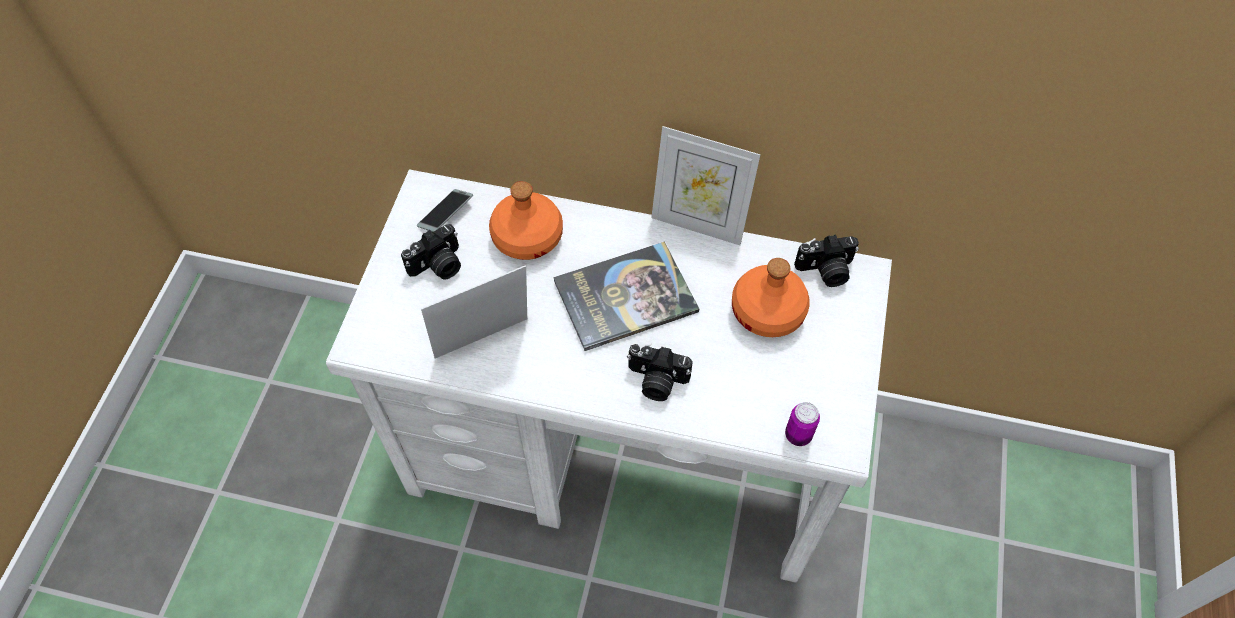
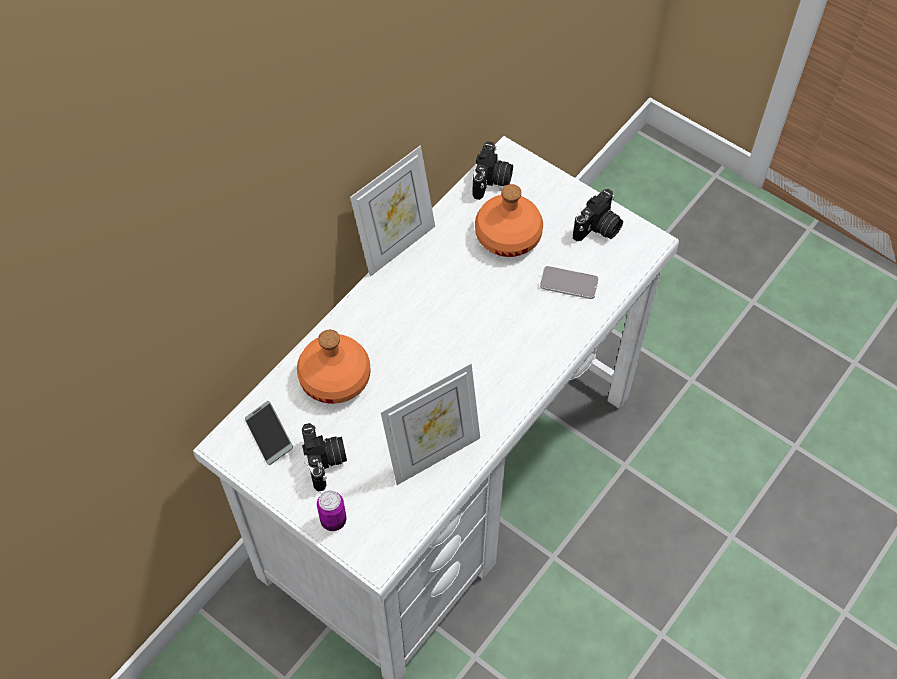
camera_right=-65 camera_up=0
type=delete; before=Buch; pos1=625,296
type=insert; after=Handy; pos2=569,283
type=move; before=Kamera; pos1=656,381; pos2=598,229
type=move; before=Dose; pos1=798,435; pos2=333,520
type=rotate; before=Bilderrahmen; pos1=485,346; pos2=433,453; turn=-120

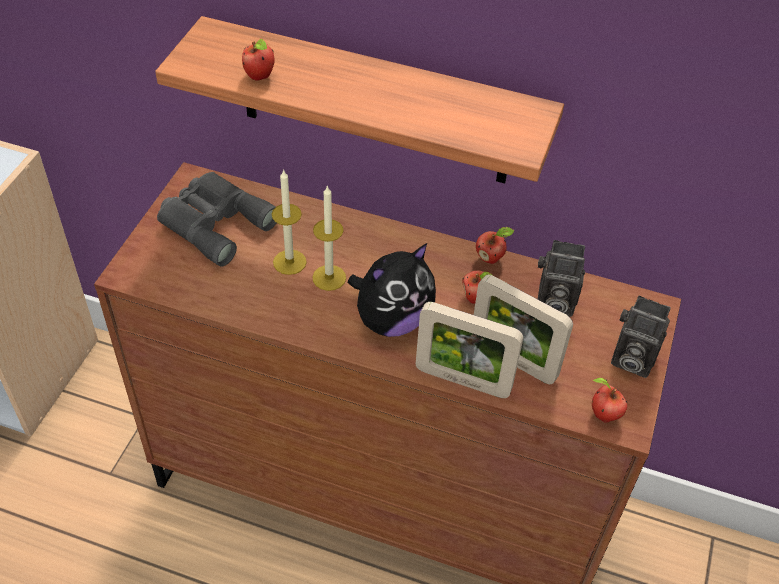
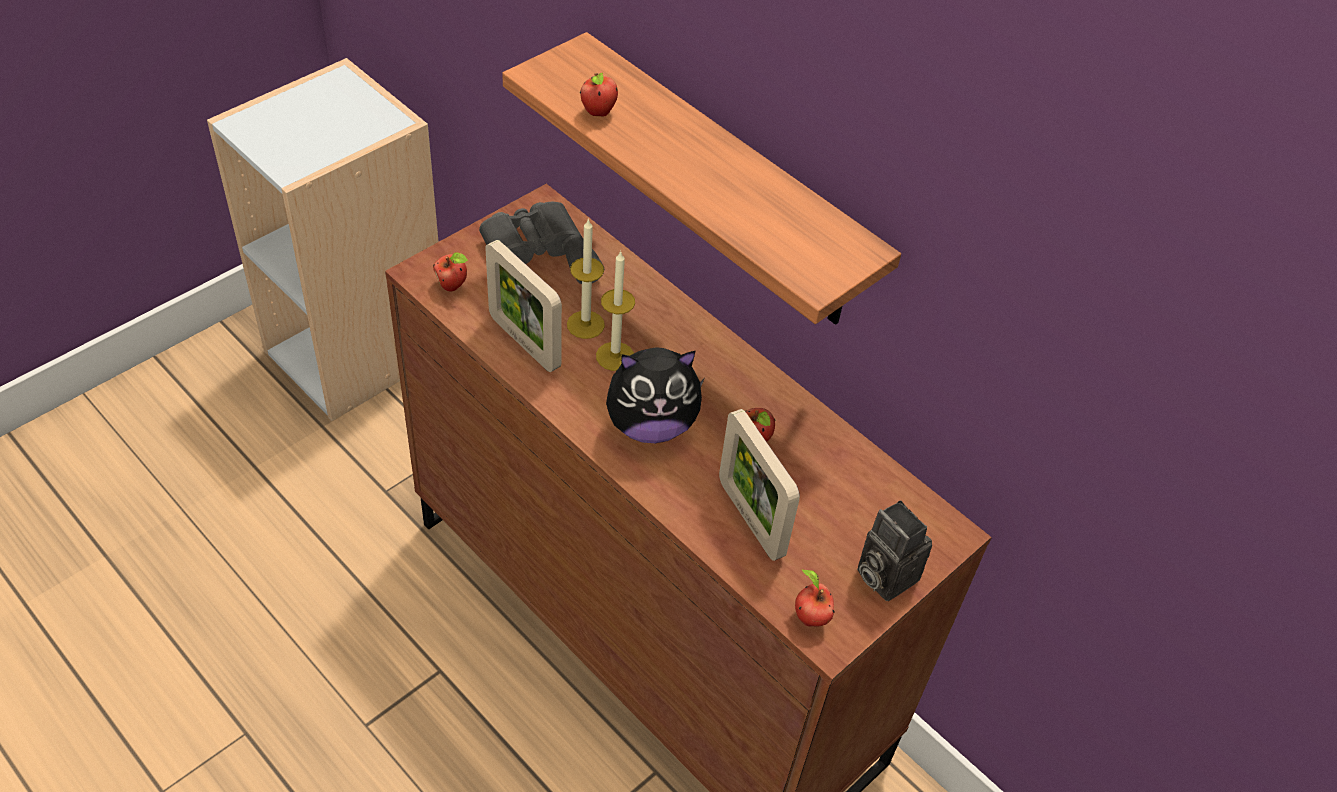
camera_right=25 camera_up=0
type=delete; before=Kamera; pos1=553,302
type=move; before=Bilderrahmen; pos1=462,380; pos2=524,342
type=move; before=Apfel; pos1=491,258; pos2=453,286

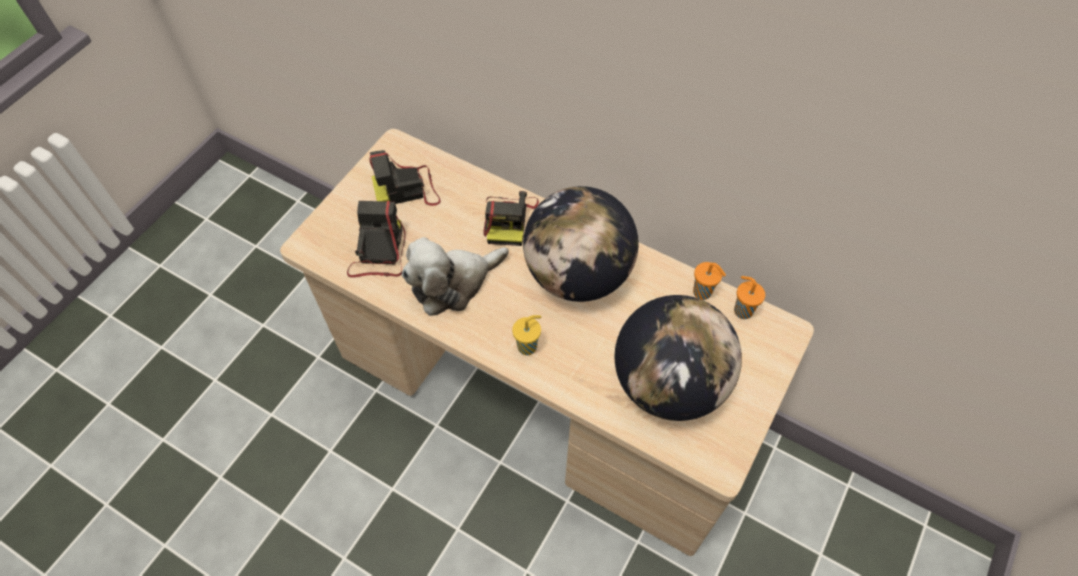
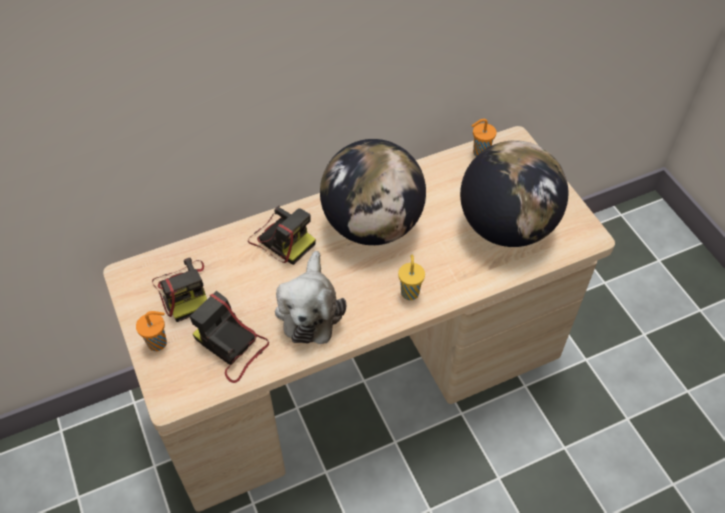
camera_right=-55 camera_up=-5
type=move; before=Tasse/orange; pos1=703,293; pos2=158,343
type=rotate; before=Kamera; pos1=407,189; pos2=184,291; turn=-45

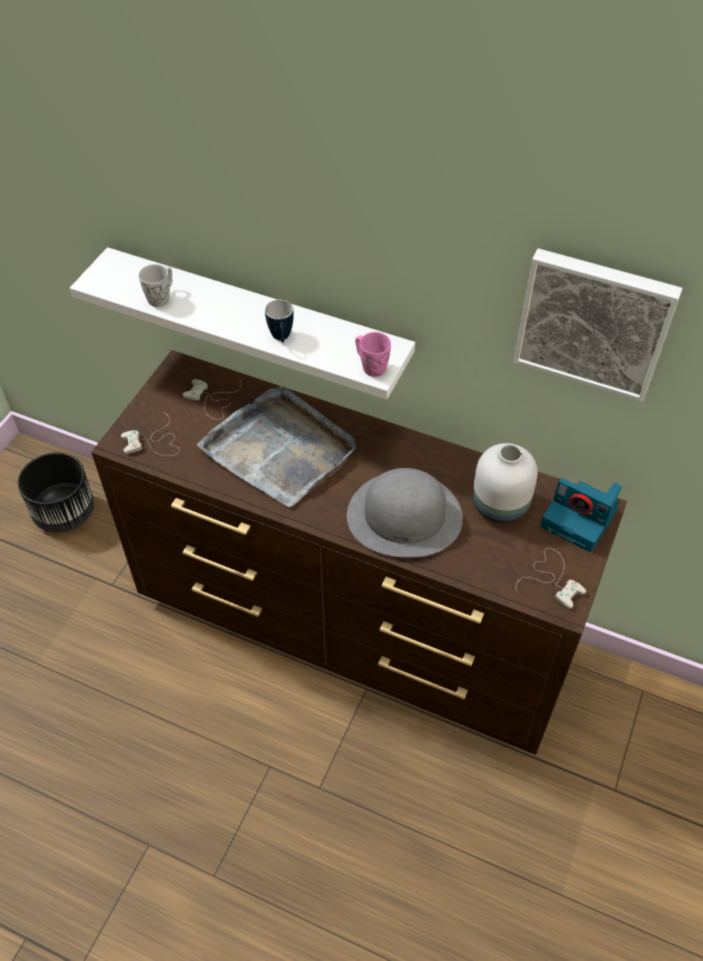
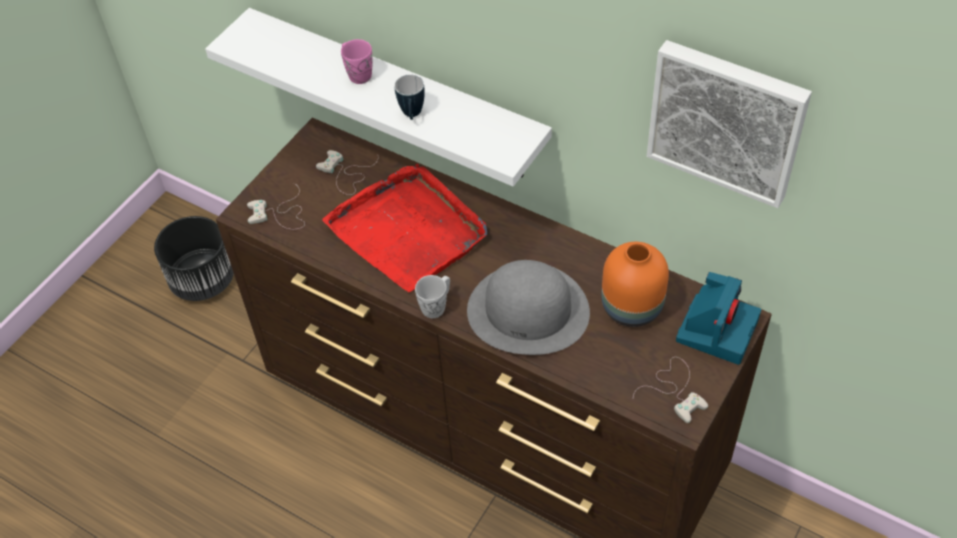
camera_right=10 camera_up=0
type=move; before=Henkelbecher/weiß; pos1=161,297; pos2=436,305
type=move; before=Henkelbecher/rosa; pos1=370,366; pos2=357,73
type=recolor; before=Tablett/grau; after=Tablett/rot; pos1=280,449; pos2=408,230
type=recolor; before=Vase/weiß; after=Vase/orange; pos1=498,504; pos2=630,306
type=rotate; before=Kamera; pos1=580,518; pos2=717,328; turn=-105

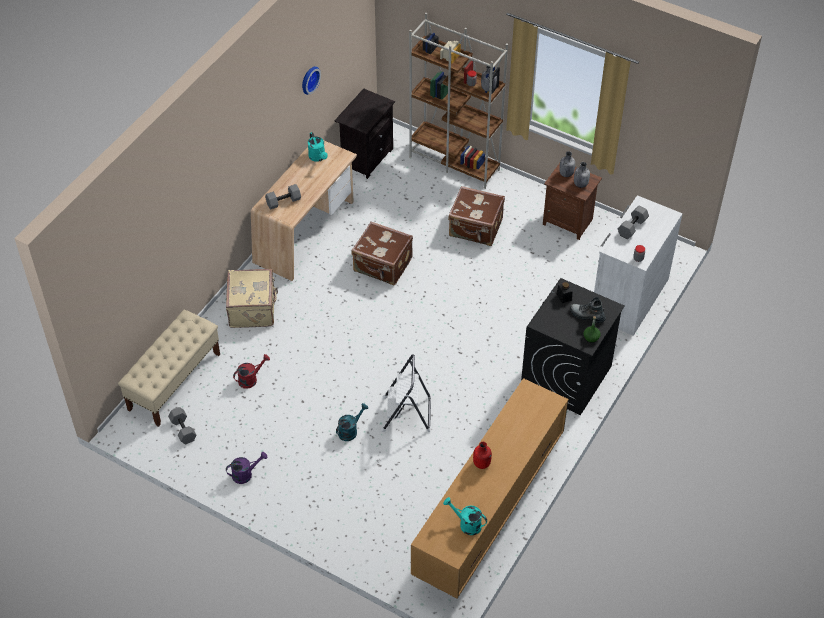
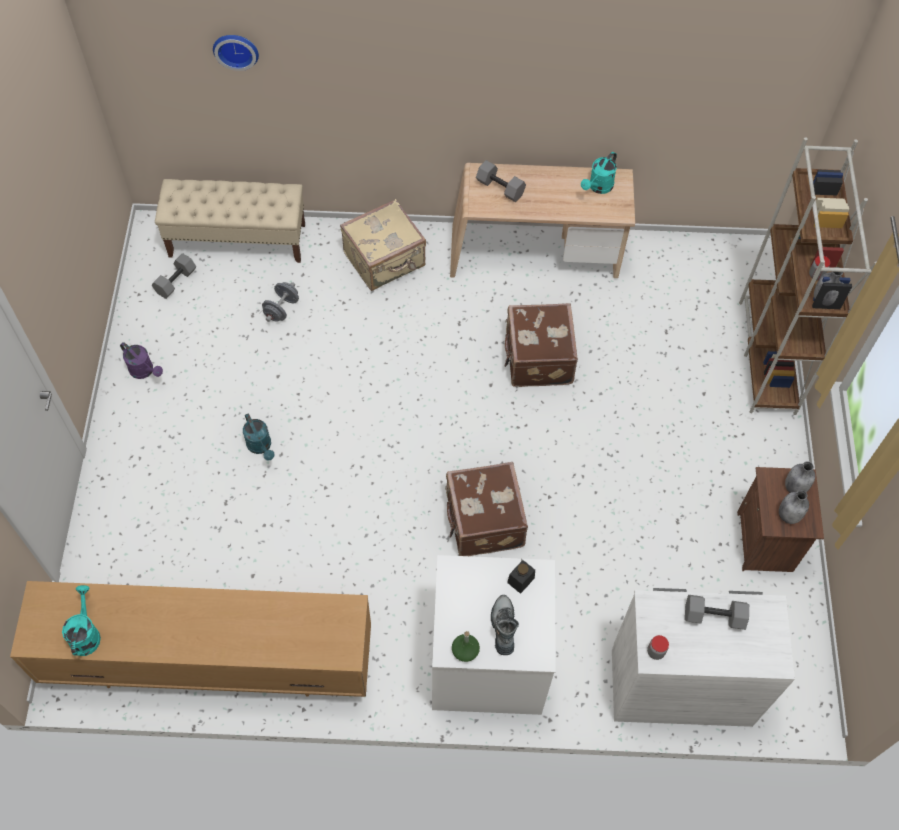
camera_right=60 camera_up=10
type=delete; before=Nachttisch/schwarz; pos1=366,157
type=delete; before=Trittleiter/weiß; pos1=408,414
type=delete; before=Flasche/rot; pos1=482,464
type=move; before=Wanduhr; pos1=309,79; pos2=236,49
type=move; before=Koffer/braun; pos1=475,228; pos2=483,521
type=replace; before=Gießkanne/rot; after=Hantel/grau; pos1=251,379; pos2=281,309
type=recolor; before=Waschmaschine/schwarz; after=Waschmaschine/weiß; pos1=566,377; pos2=486,662
type=rotate; before=Gießkanne/türkis; pos1=350,430; pos2=261,447; turn=45

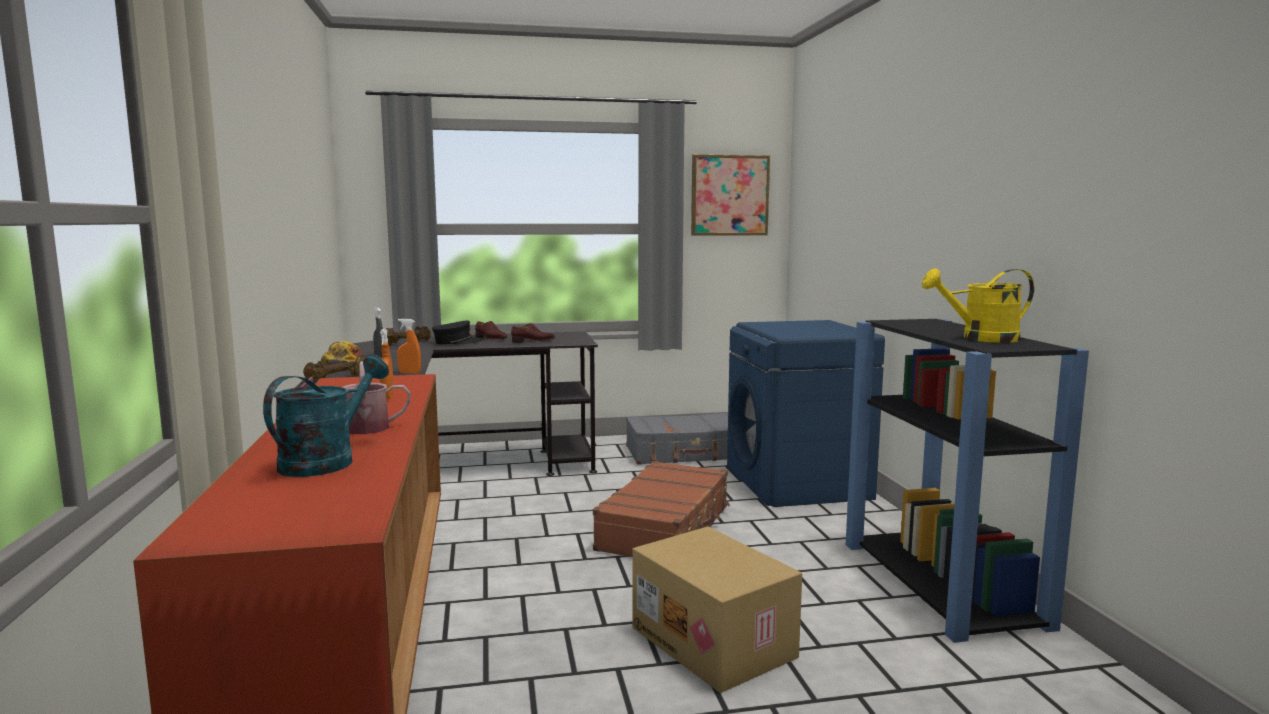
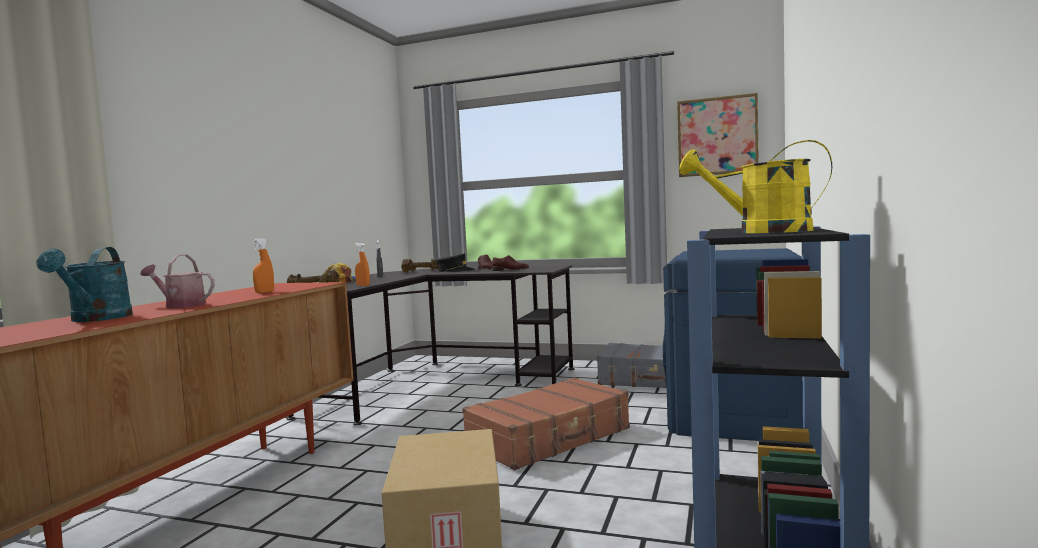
camera_right=30 camera_up=-5
type=rotate; before=Gießkanne/türkis; pos1=327,460; pos2=96,319; turn=120

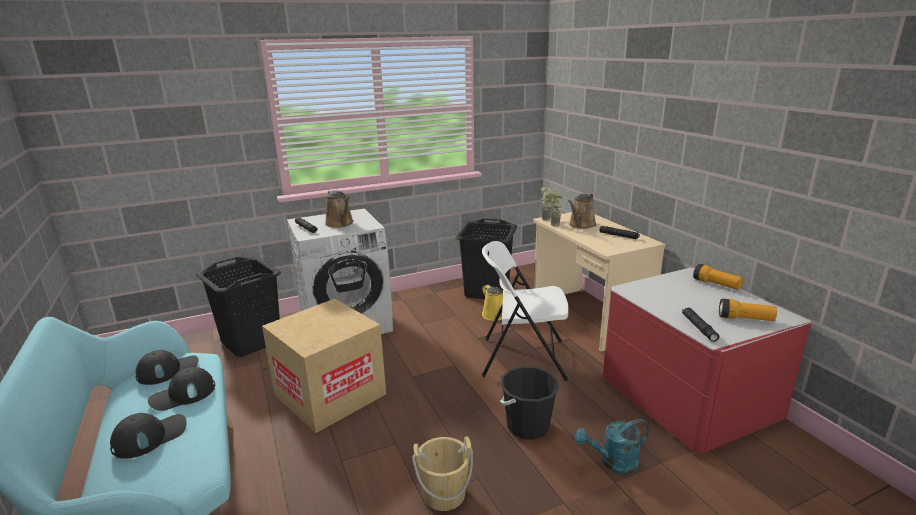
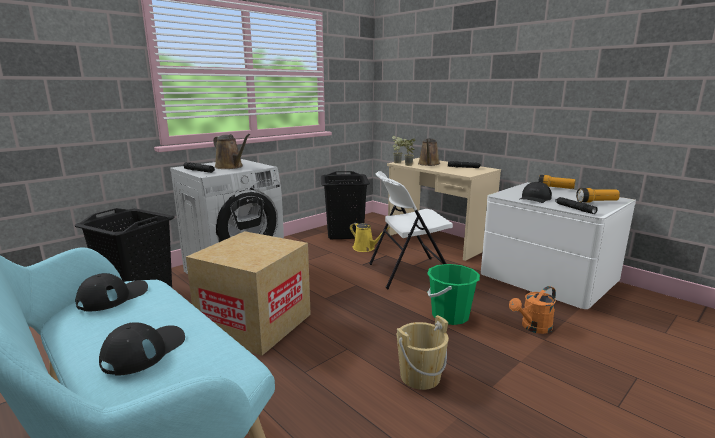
camera_right=-20 camera_up=-5
type=move; before=Kappe/schwarz; pos1=183,394; pos2=534,198
type=recolor; before=Eimer/schwarz; after=Eimer/grün; pos1=527,426; pos2=450,316
type=recolor; before=Gießkanne/türkis; after=Gießkanne/orange; pos1=613,463; pos2=533,327
type=recolor; before=Nachttisch/rot; after=Nachttisch/weiß; pos1=686,399; pos2=547,280

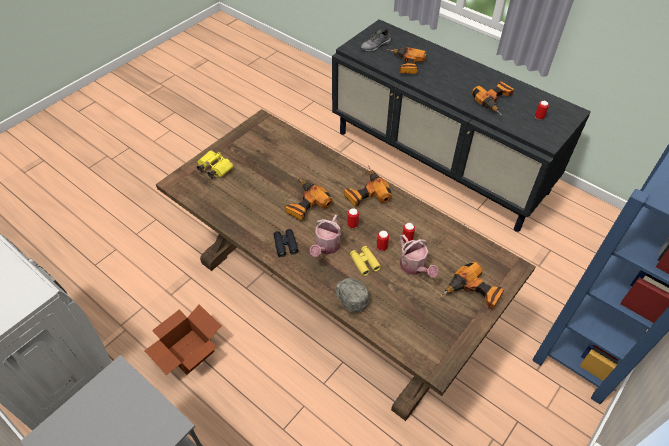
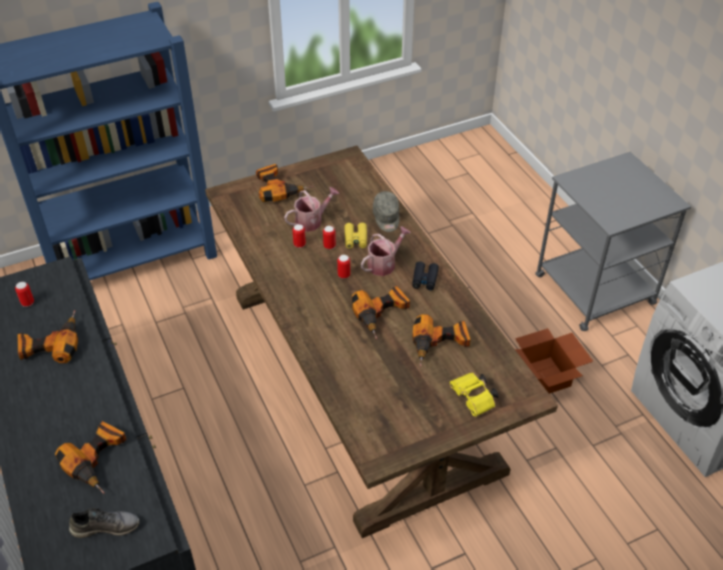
camera_right=-155 camera_up=-5
type=move; before=Bohrmaschine; pos1=365,192; pos2=440,345
type=rotate; before=Gießkanne; pos1=414,267; pos2=312,221; turn=60

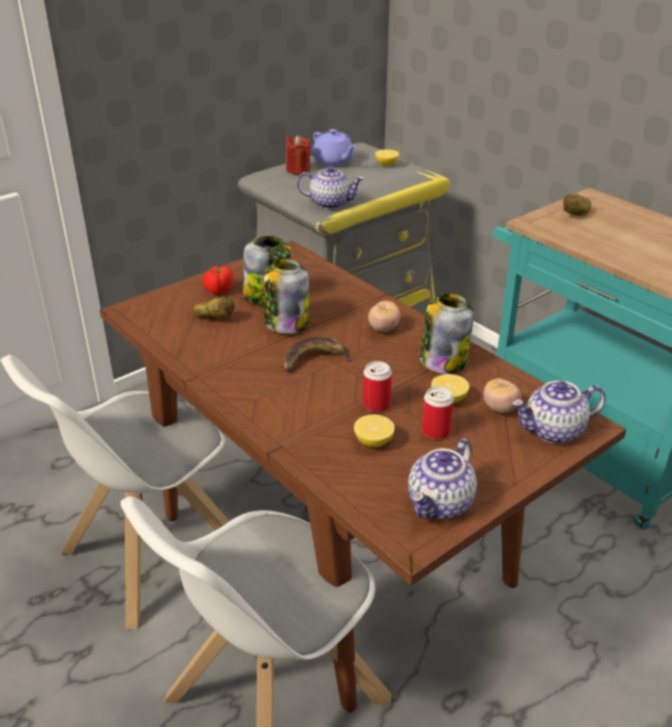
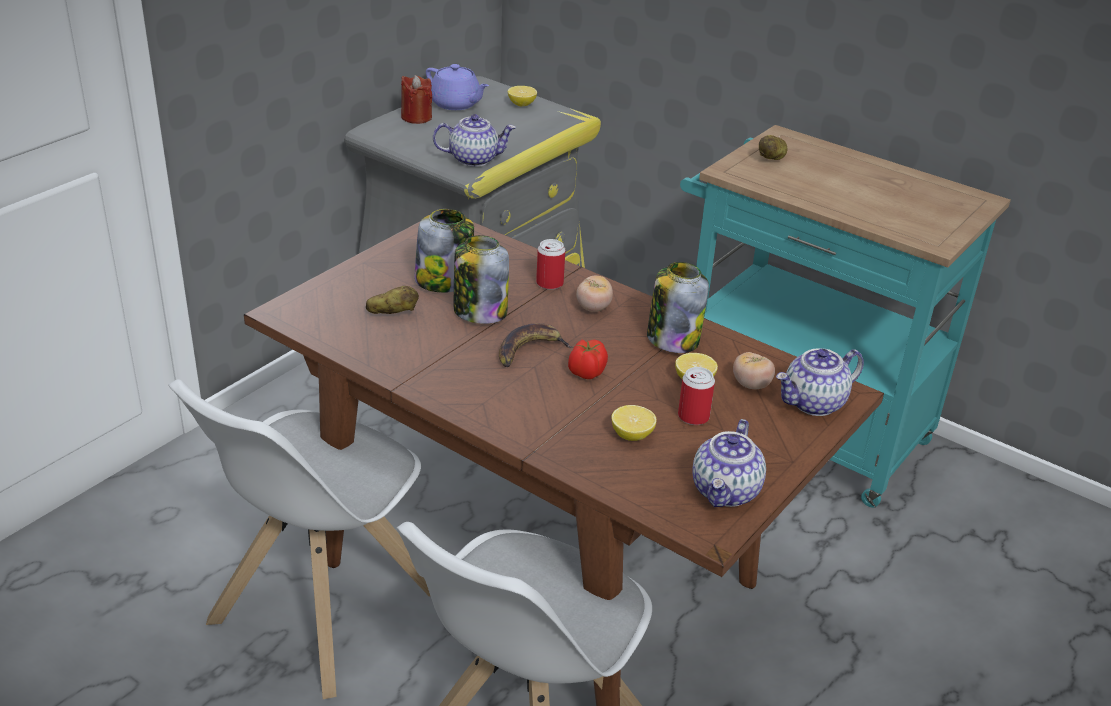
camera_right=-15 camera_up=0
type=move; before=Tomate; pos1=218,291; pos2=586,373
type=move; before=Dose; pos1=376,405; pos2=549,283

